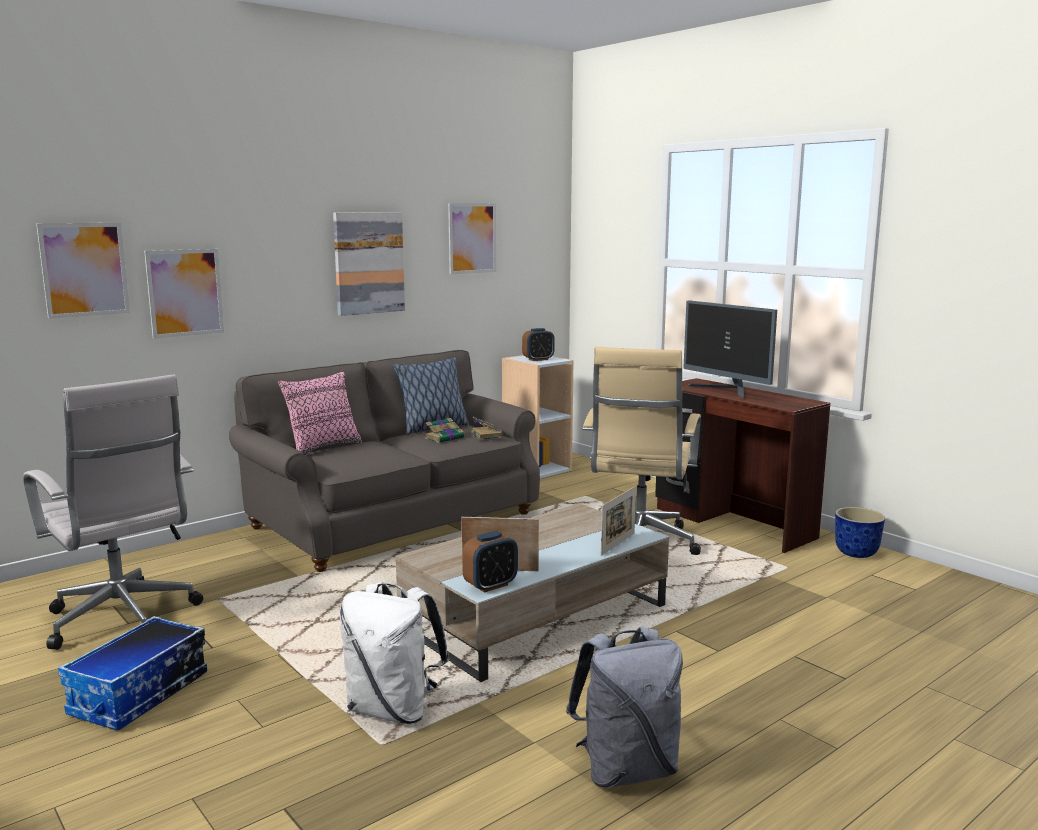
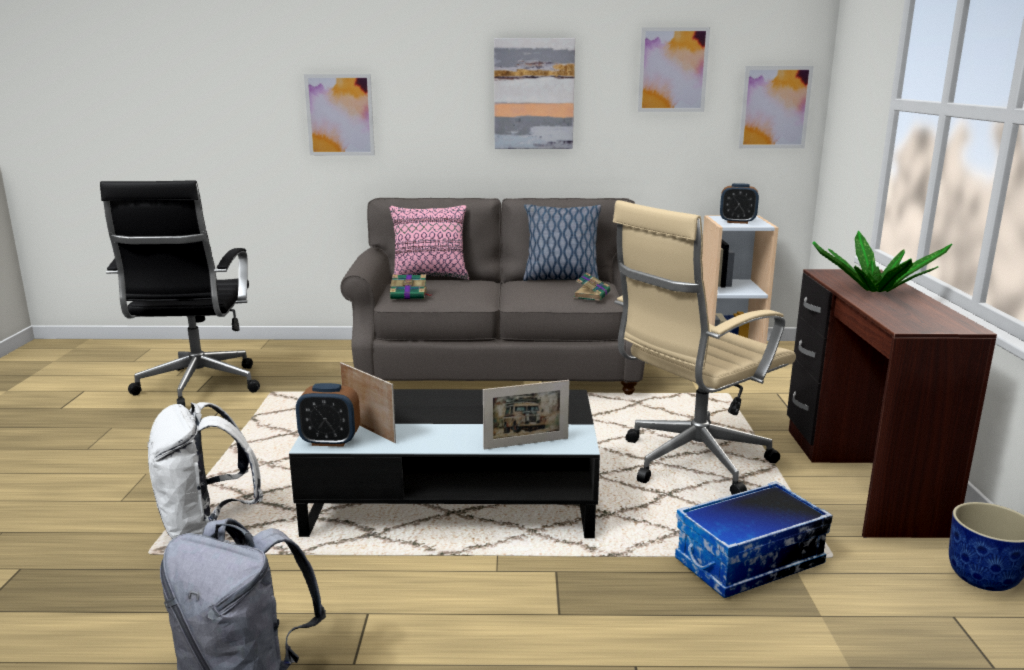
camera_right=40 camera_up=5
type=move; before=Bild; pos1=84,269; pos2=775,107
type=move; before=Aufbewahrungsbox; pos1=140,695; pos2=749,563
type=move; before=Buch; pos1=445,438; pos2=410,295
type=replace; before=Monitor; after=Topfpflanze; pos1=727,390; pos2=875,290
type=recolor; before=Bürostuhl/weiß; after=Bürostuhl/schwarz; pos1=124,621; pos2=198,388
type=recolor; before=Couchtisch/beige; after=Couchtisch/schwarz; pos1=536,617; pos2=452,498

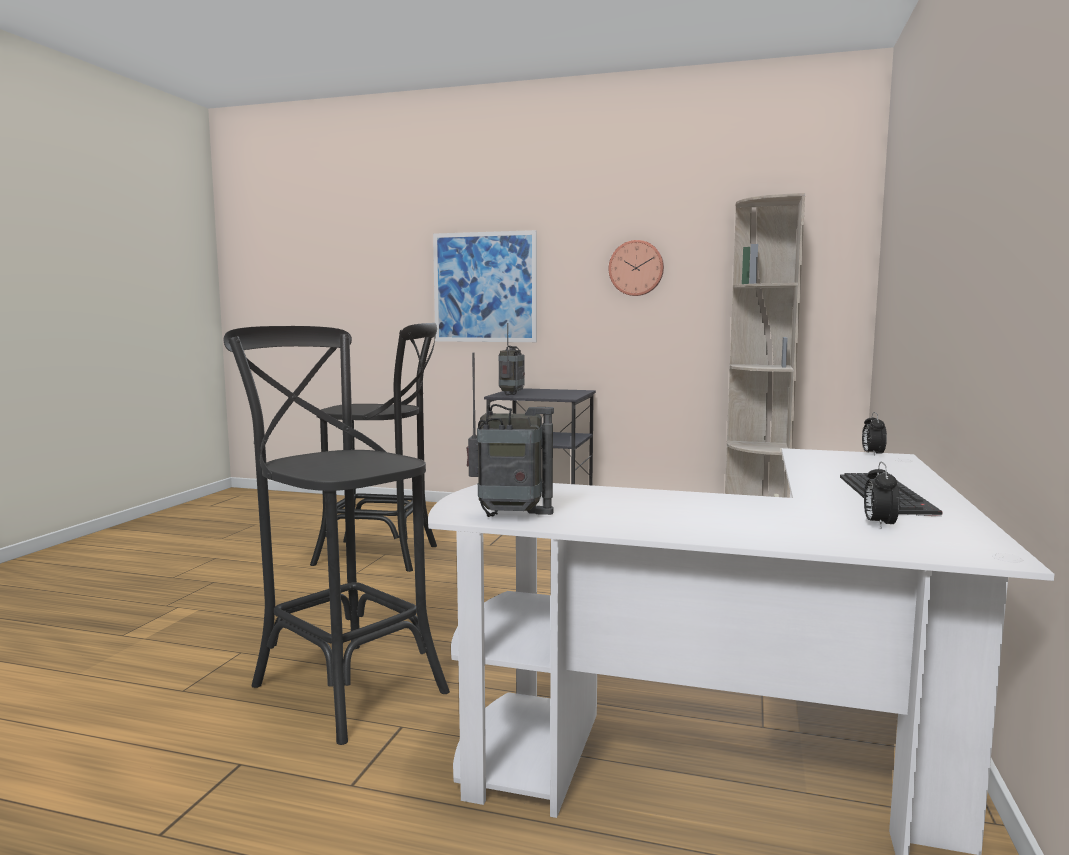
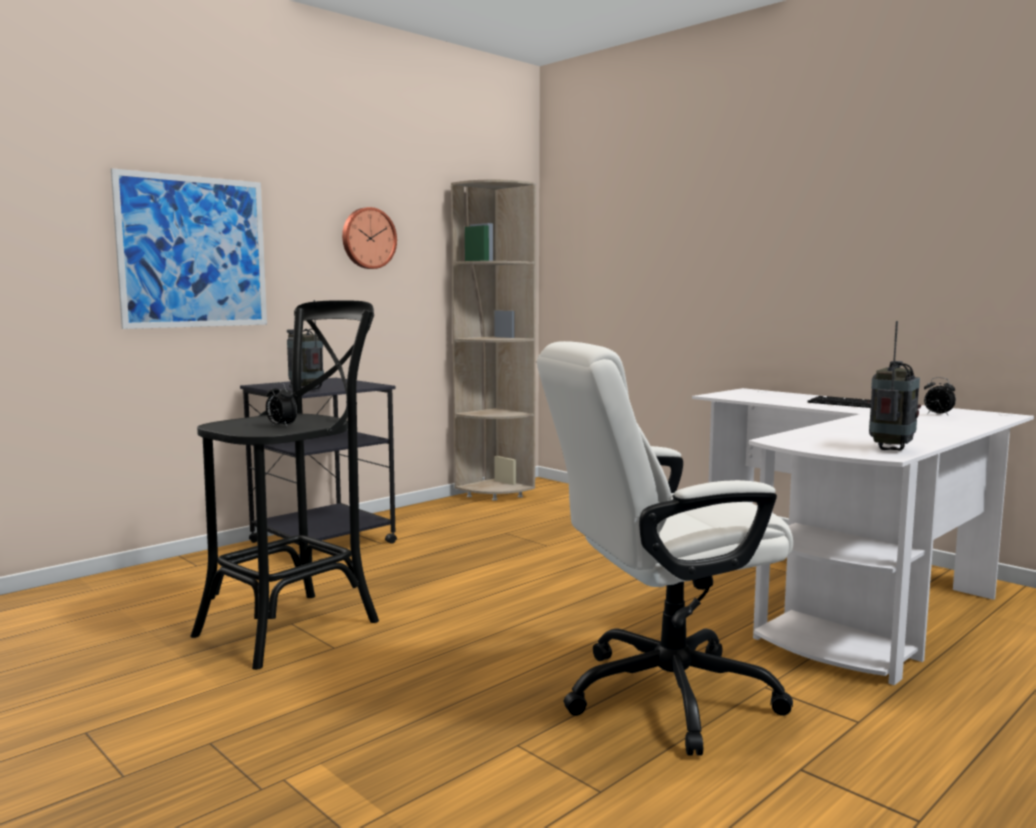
camera_right=-60 camera_up=0
type=move; before=Wecker; pos1=872,454; pos2=281,426
type=replace; before=Hocker/schwarz; after=Bürostuhl/weiß; pos1=344,684; pos2=660,698

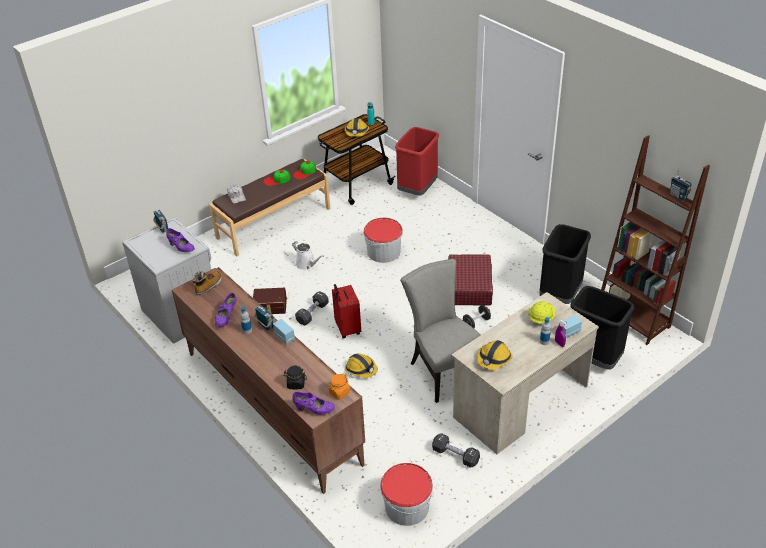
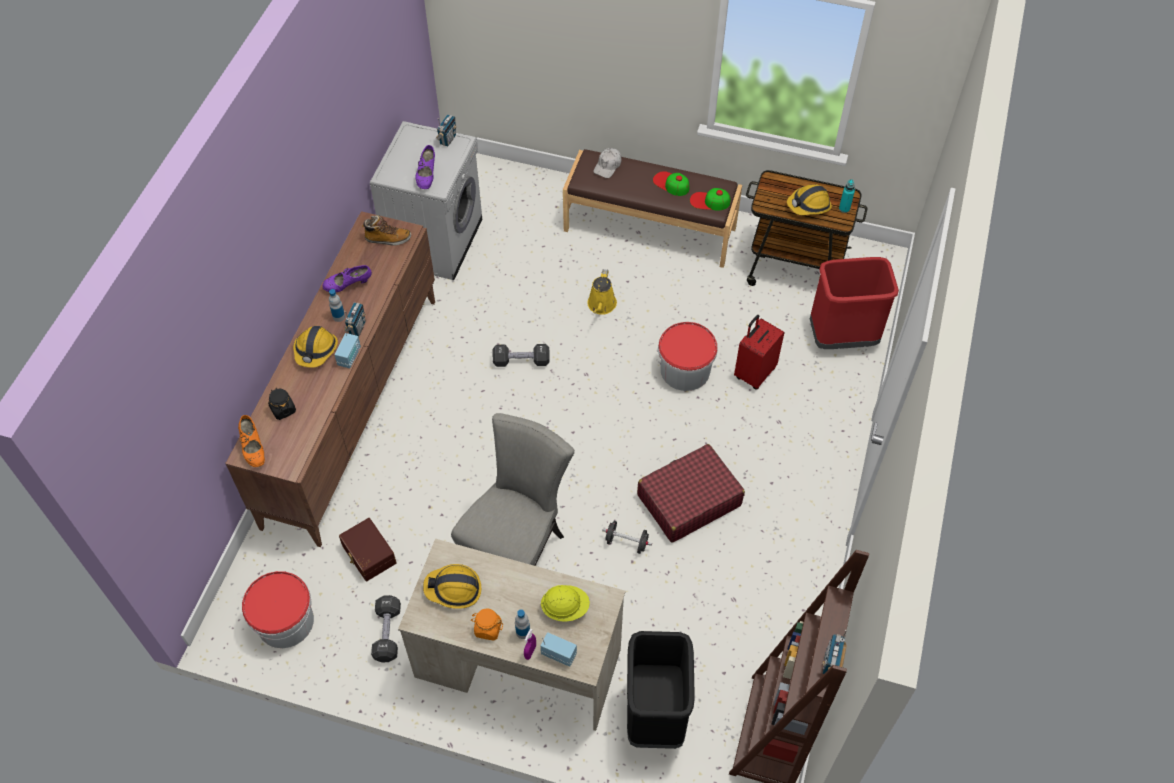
camera_right=55 camera_up=15
type=delete; before=Mülleimer/schwarz; pos1=560,294
type=move; before=Aufbewahrungsbox/braun; pos1=270,307; pos2=368,555
type=move; before=Vorratsglas/orange; pos1=339,392; pos2=488,629
type=move; before=Koffer/rot; pos1=347,329; pos2=754,373
type=move; before=Schutzhelm; pos1=361,369; pos2=316,350
type=recolor; before=Gießkanne/weiß; after=Gießkanne/gelb; pos1=307,264; pos2=601,306
type=recolor; before=Schuh/lila; after=Schuh/orange; pos1=314,410; pos2=253,449

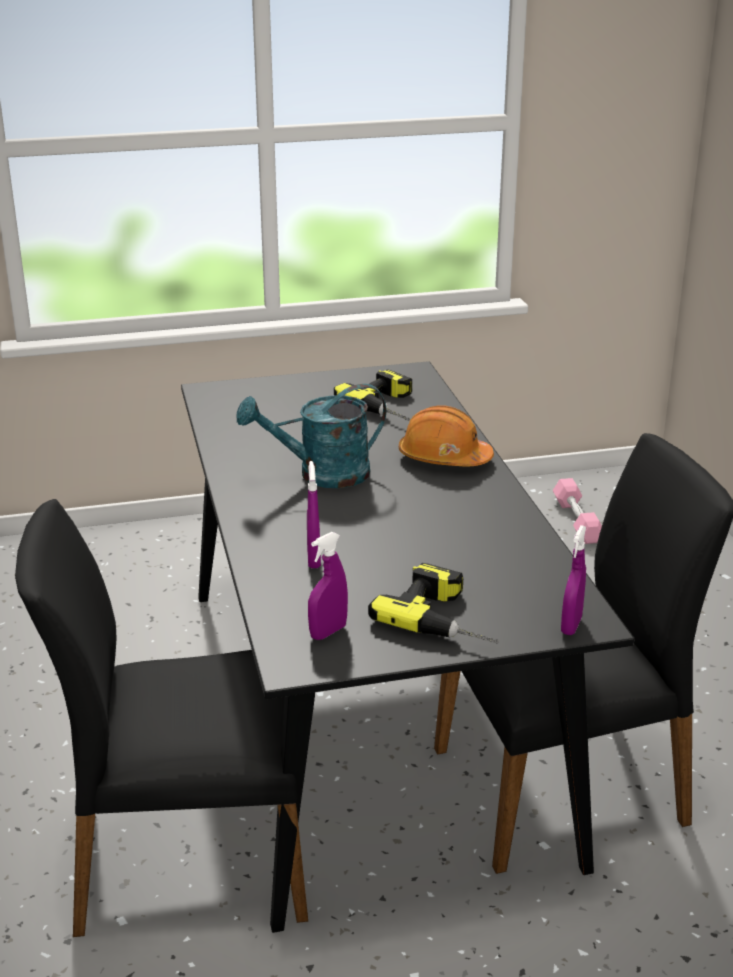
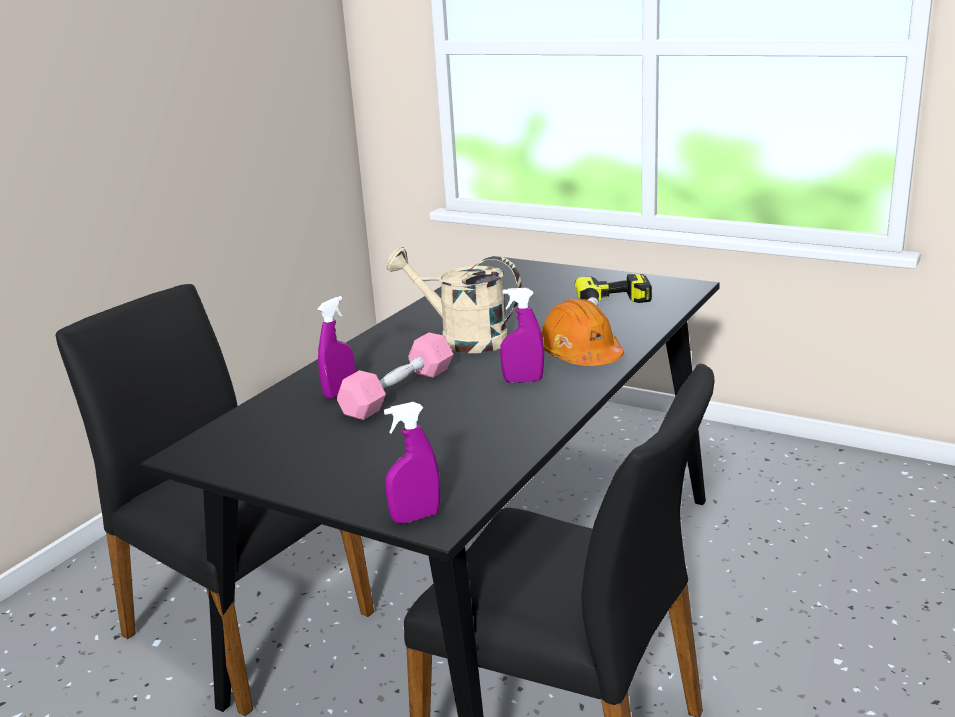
camera_right=45 camera_up=-5
type=delete; before=Bohrmaschine; pos1=447,617
type=move; before=Sprühflasche/lila; pos1=328,632; pos2=523,380
type=move; before=Hantel/rosa; pos1=576,521; pos2=398,391
type=recolor; before=Gießkanne/türkis; after=Gießkanne/beige; pos1=321,475; pos2=462,339

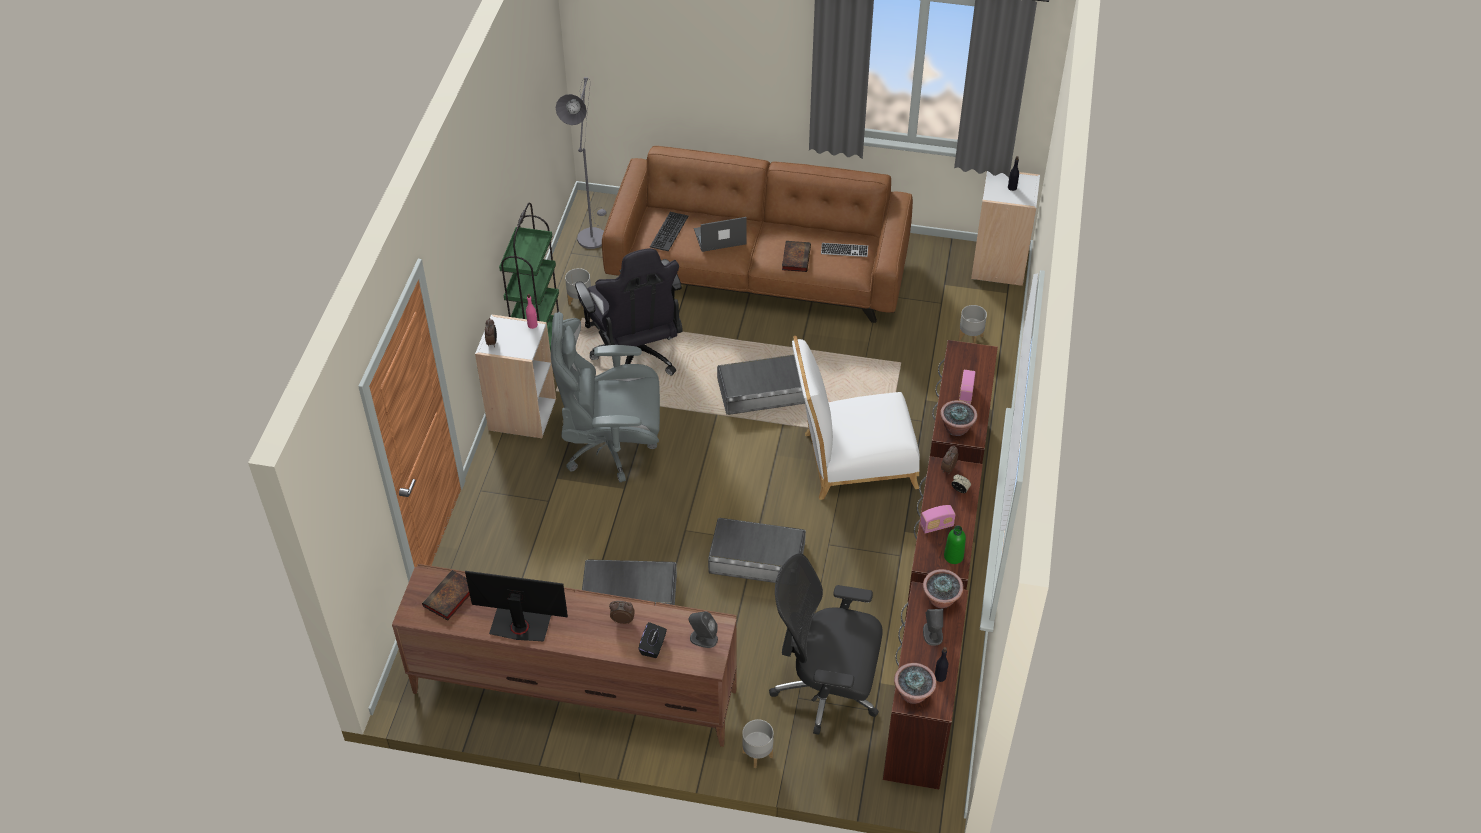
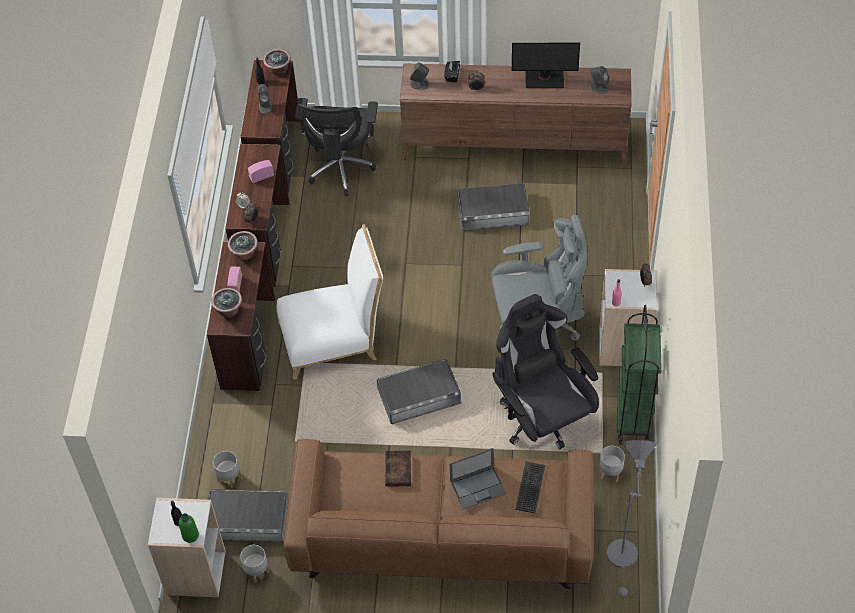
camera_right=175 camera_up=5
type=delete; before=Tastatur; pos1=844,251
type=move; before=Aufbewahrungsbox/grau; pos1=756,558; pos2=248,519
type=move; before=Pflanzkübel/grau; pos1=758,754; pos2=256,572
type=move; before=Topfpflanze; pos1=941,600; pos2=228,311
type=move; before=Flasche/grün; pos1=953,556; pos2=190,535
type=replace; before=Buch; after=Lautsprecher/grau; pos1=449,598; pos2=598,88
type=rotate; before=Bürostuhl; pos1=827,692; pos2=340,166; turn=90

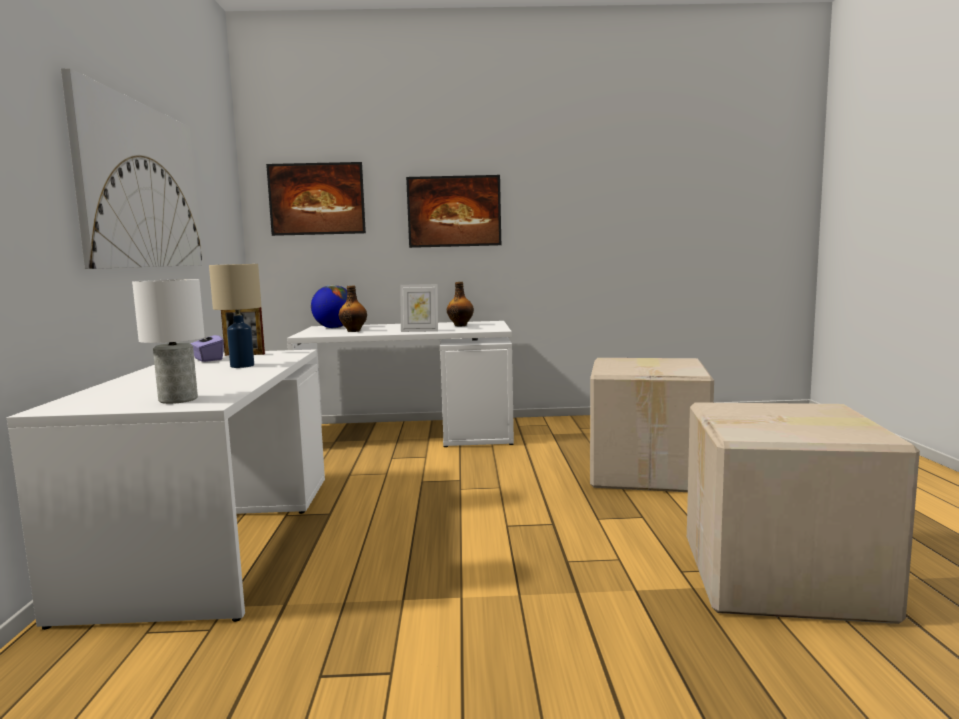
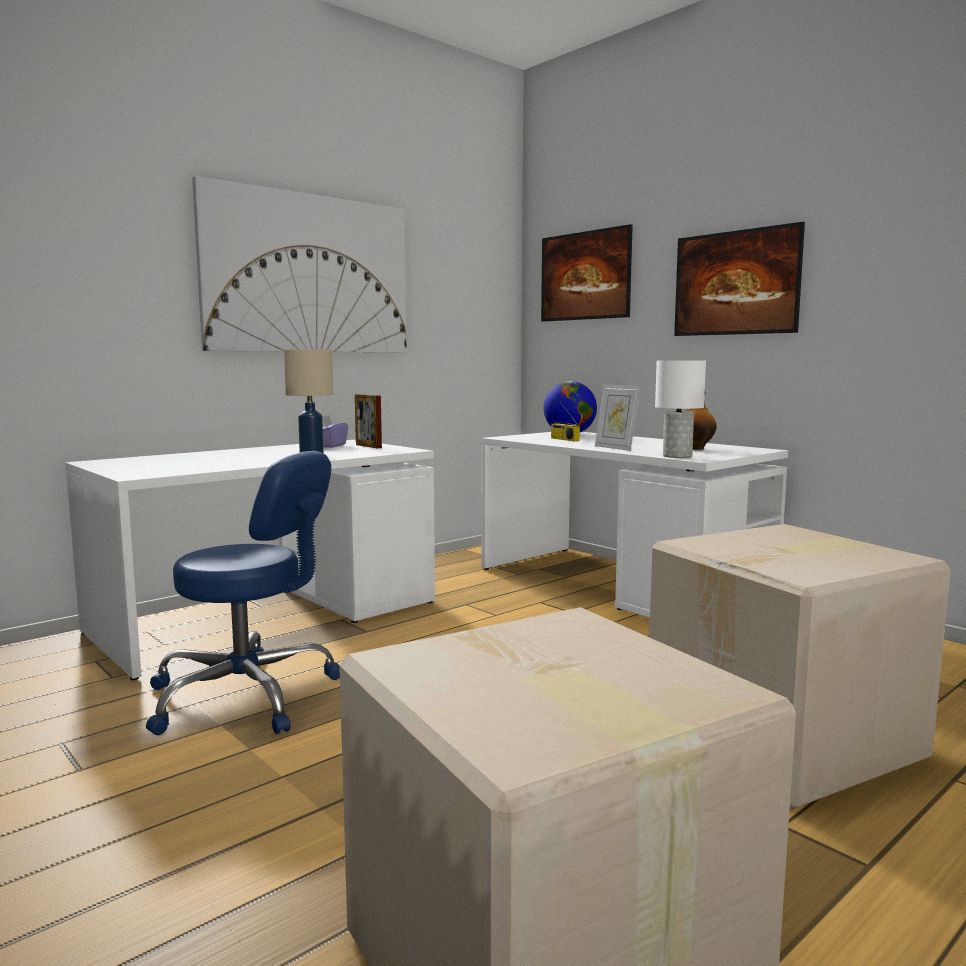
camera_right=50 camera_up=0
type=insert; after=Bürostuhl/blau; pos2=252,697
type=move; before=Tischlampe/weiß; pos1=178,400; pos2=677,456
type=replace; before=Flasche; after=Radio; pos1=354,331; pos2=564,439

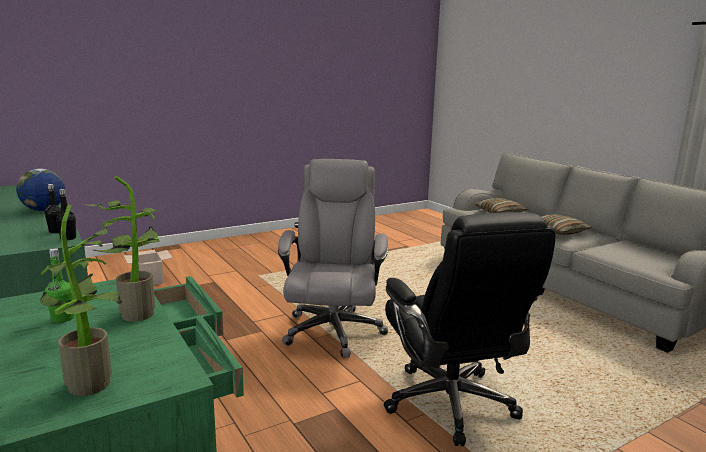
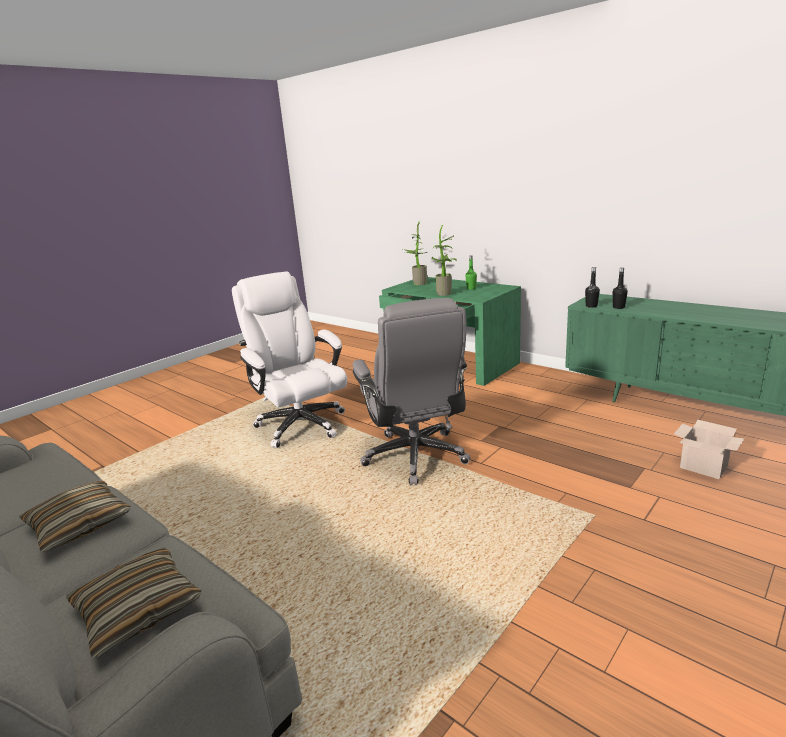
camera_right=165 camera_up=5
type=delete; before=Globus; pos1=44,210
type=recolor; before=Bürostuhl/schwarz; after=Bürostuhl/weiß; pos1=450,402; pos2=301,425

